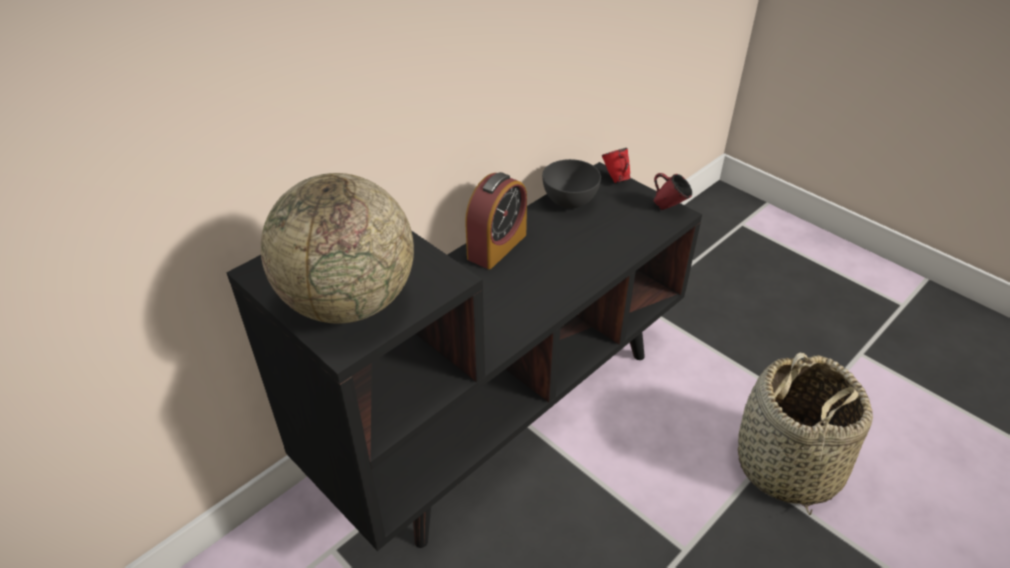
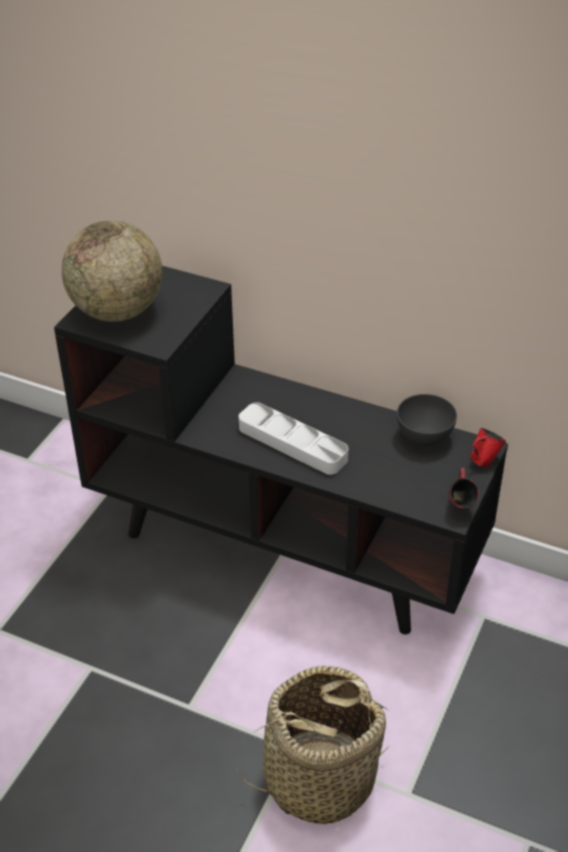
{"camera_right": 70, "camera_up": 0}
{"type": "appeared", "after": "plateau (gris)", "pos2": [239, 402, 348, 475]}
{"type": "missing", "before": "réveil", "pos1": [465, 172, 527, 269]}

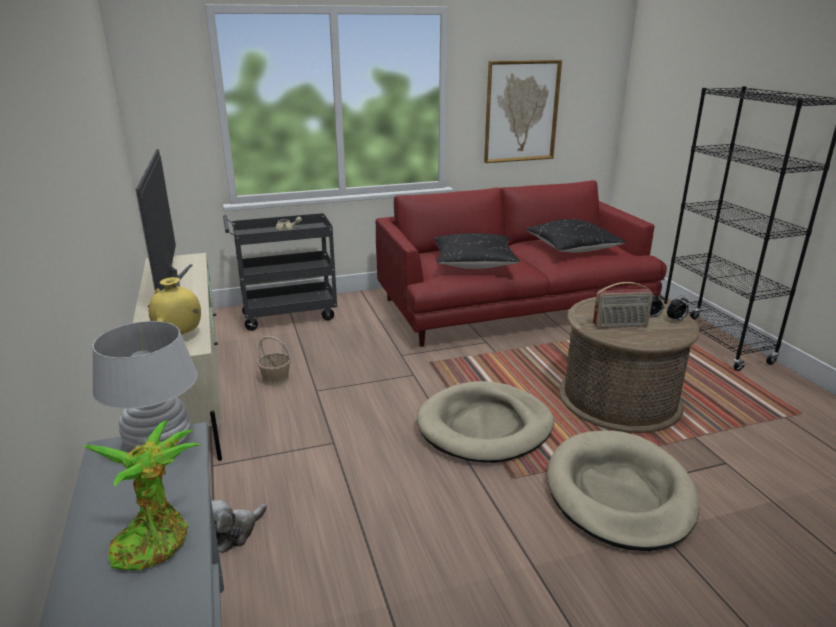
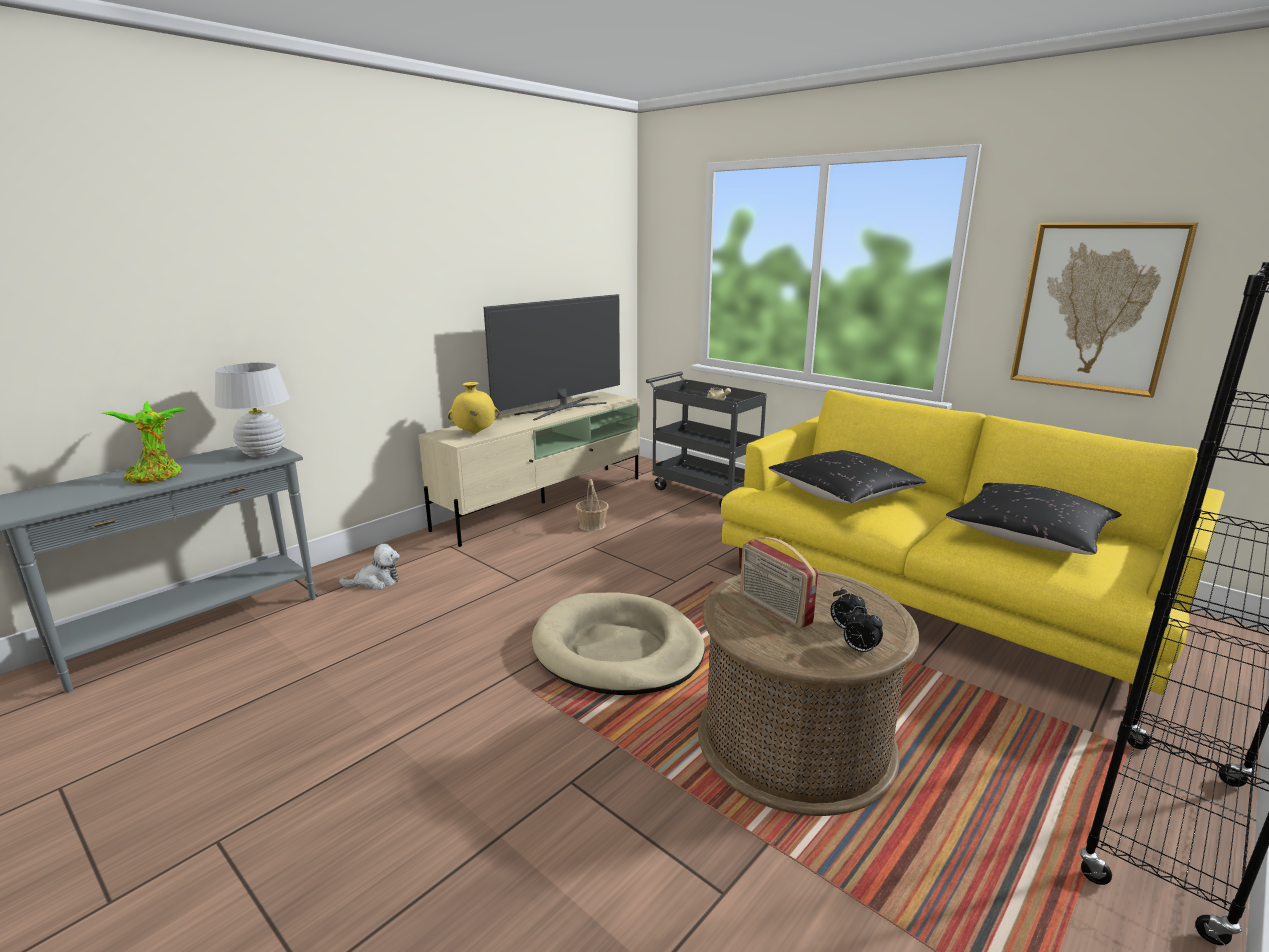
{"camera_right": 60, "camera_up": -5}
{"type": "spun", "before": "peluche", "pos1": [211, 500, 267, 553], "pos2": [339, 544, 400, 590], "turn": 150}
{"type": "colour", "before": "canapé (rouge)", "after": "canapé (jaune)", "pos1": [376, 180, 667, 347], "pos2": [721, 390, 1225, 706]}
{"type": "missing", "before": "panier pour chien (beige)", "pos1": [547, 430, 700, 551]}

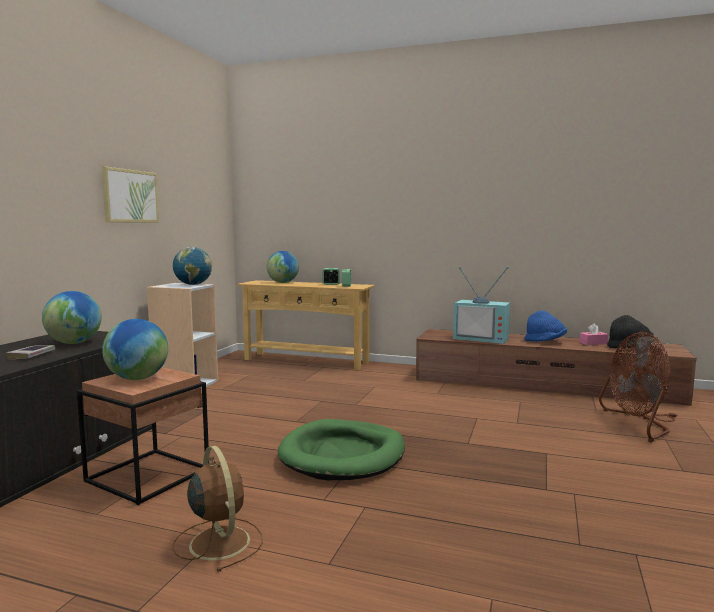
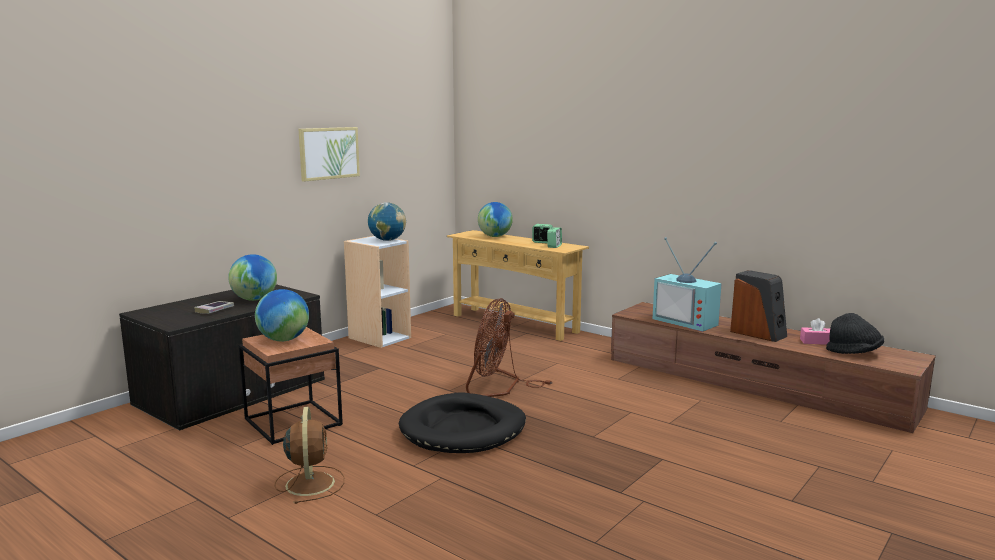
{"camera_right": 20, "camera_up": 5}
{"type": "colour", "before": "panier pour chien (vert)", "after": "panier pour chien (noir)", "pos1": [278, 419, 405, 480], "pos2": [399, 393, 526, 453]}
{"type": "relocated", "before": "ventilateur (marron)", "pos1": [599, 332, 677, 442], "pos2": [466, 298, 552, 397]}
{"type": "exchanged", "before": "chapeau (bleu)", "after": "enceinte", "pos1": [525, 310, 567, 342], "pos2": [730, 270, 787, 342]}

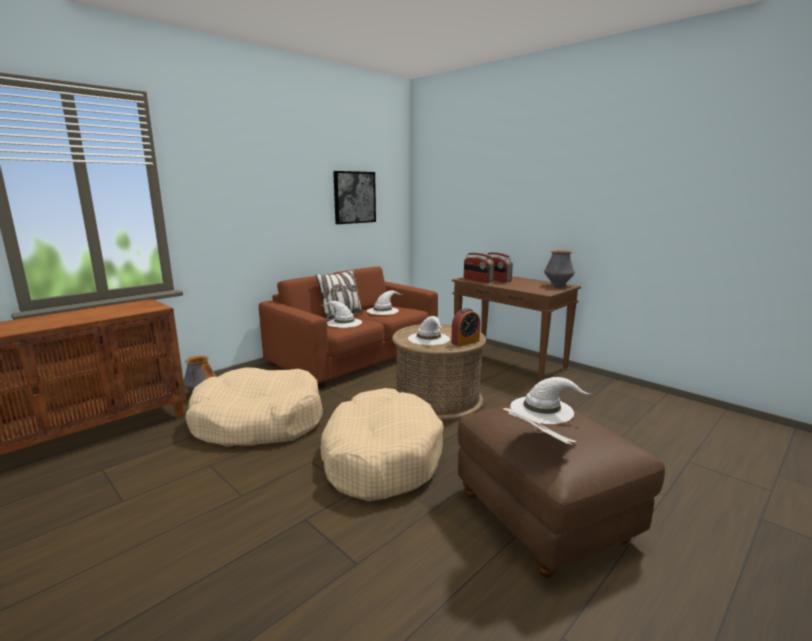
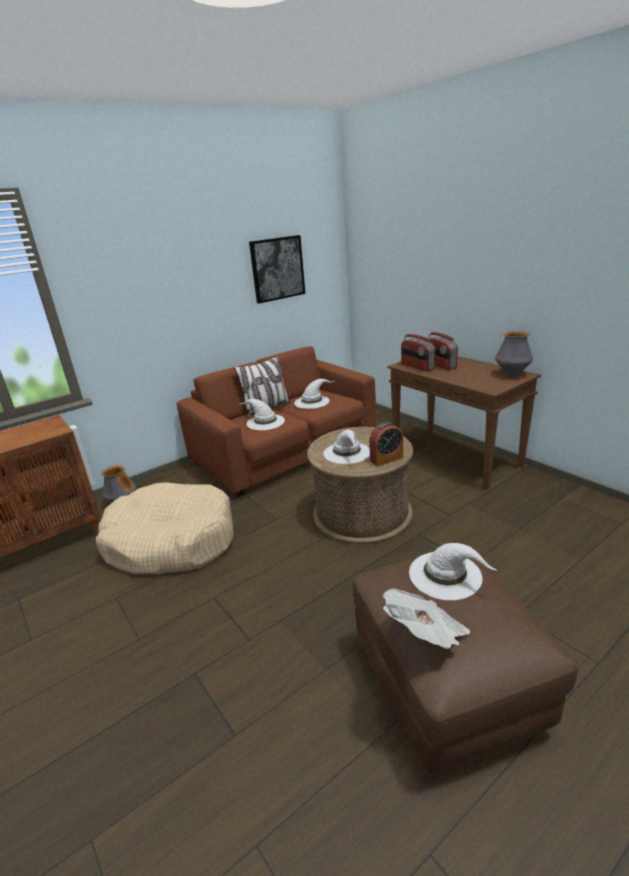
{"camera_right": 10, "camera_up": 10}
{"type": "missing", "before": "panier pour chien (beige)", "pos1": [320, 388, 444, 501]}

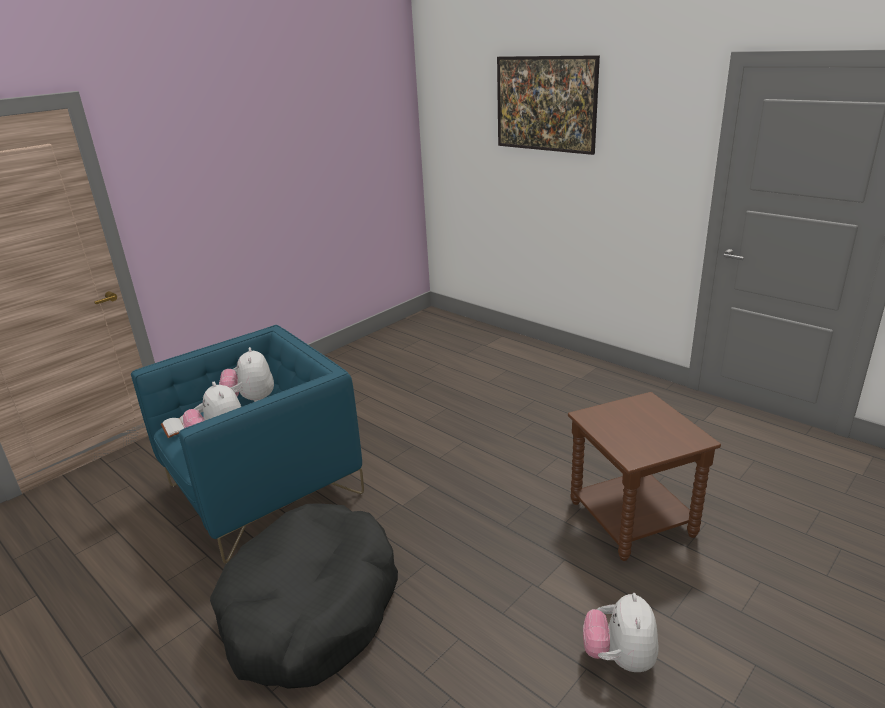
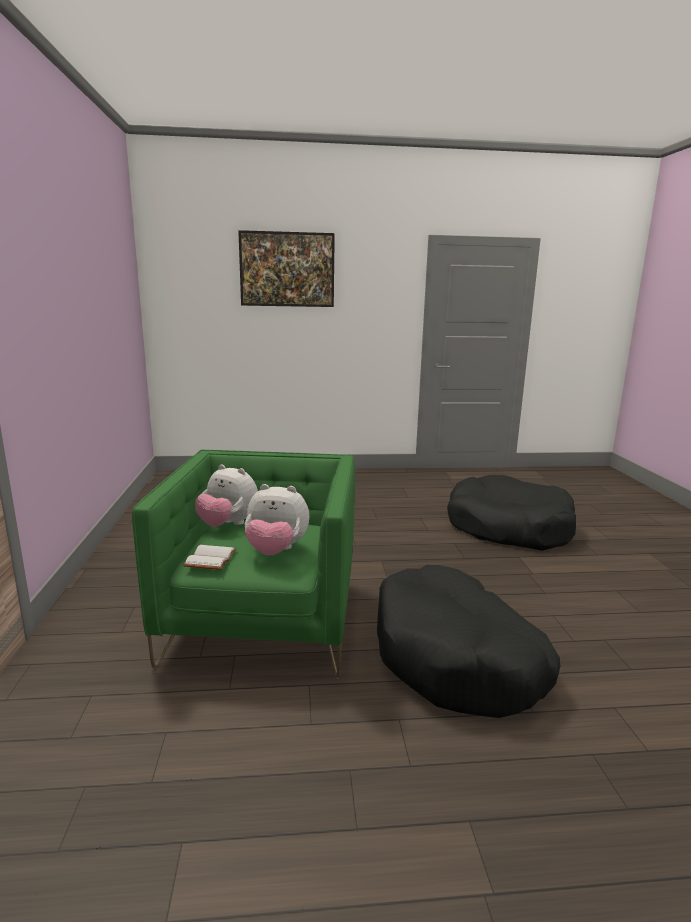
{"camera_right": -50, "camera_up": -10}
{"type": "colour", "before": "fauteuil (bleu)", "after": "fauteuil (vert)", "pos1": [131, 325, 364, 564], "pos2": [132, 450, 355, 679]}
{"type": "exchanged", "before": "table d'appoint (marron)", "after": "panier pour chien (noir)", "pos1": [568, 392, 721, 561], "pos2": [447, 475, 576, 551]}
{"type": "missing", "before": "peluche", "pos1": [583, 593, 659, 672]}

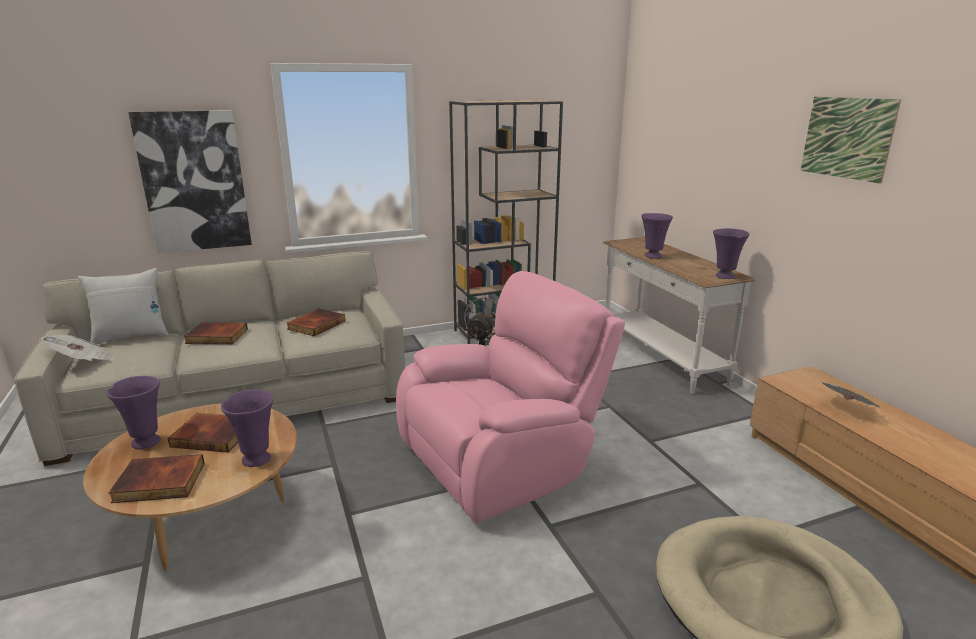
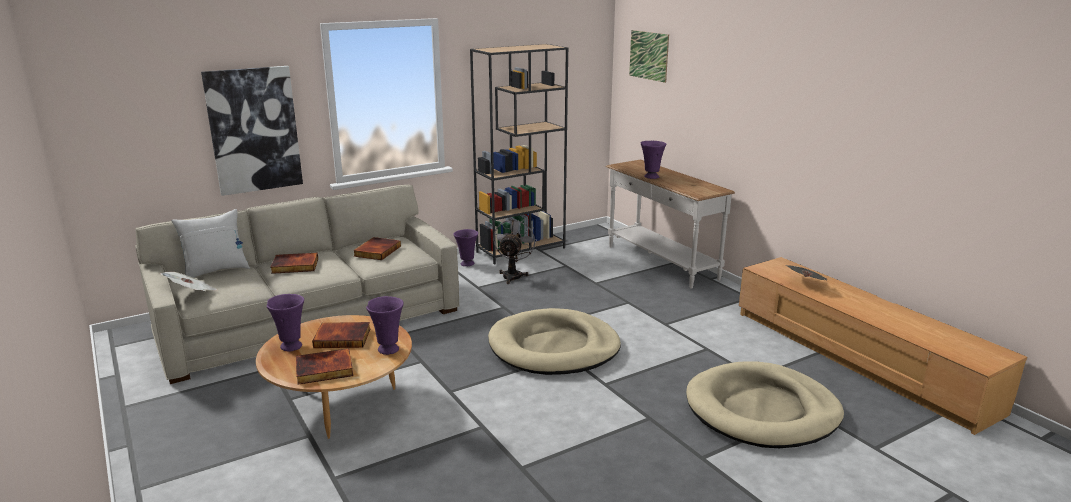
{"camera_right": -10, "camera_up": 0}
{"type": "relocated", "before": "vase (violet)", "pos1": [713, 228, 750, 279], "pos2": [453, 229, 478, 266]}
{"type": "exchanged", "before": "fauteuil (rose)", "after": "panier pour chien (beige)", "pos1": [396, 271, 625, 523], "pos2": [488, 308, 621, 375]}
{"type": "relocated", "before": "tableau", "pos1": [800, 97, 901, 184], "pos2": [629, 30, 669, 83]}

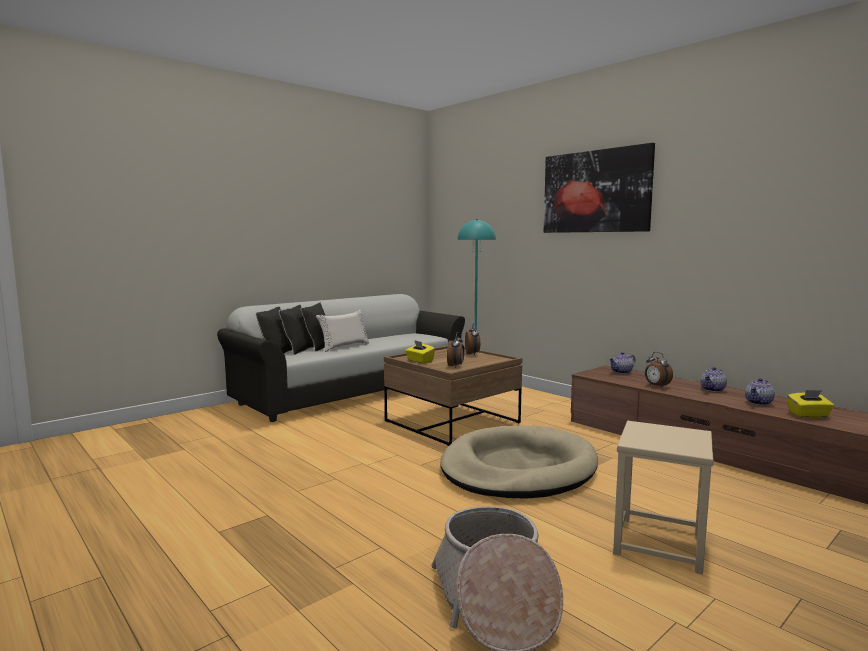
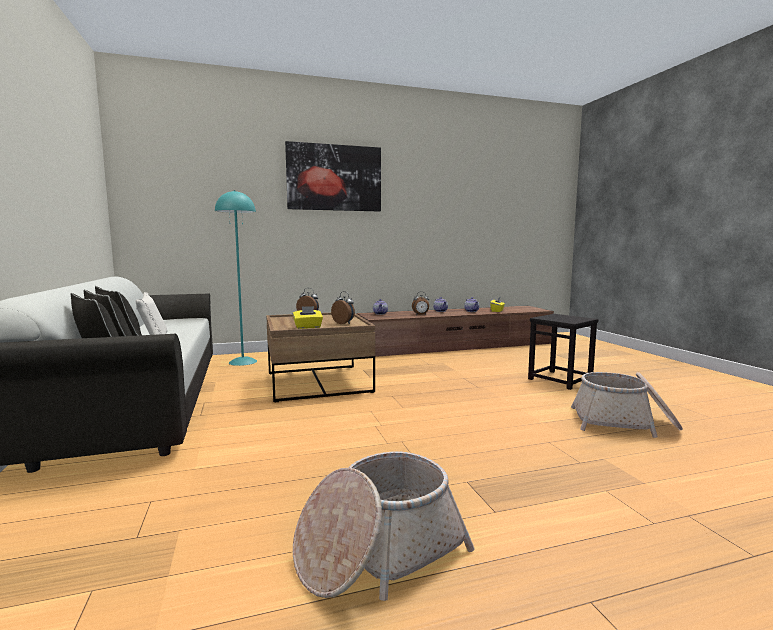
{"camera_right": -65, "camera_up": 0}
{"type": "appeared", "after": "panier", "pos2": [293, 451, 474, 601]}
{"type": "colour", "before": "tabouret (beige)", "after": "tabouret (noir)", "pos1": [613, 421, 714, 574], "pos2": [528, 314, 598, 390]}
{"type": "missing", "before": "panier pour chien (beige)", "pos1": [440, 426, 598, 499]}

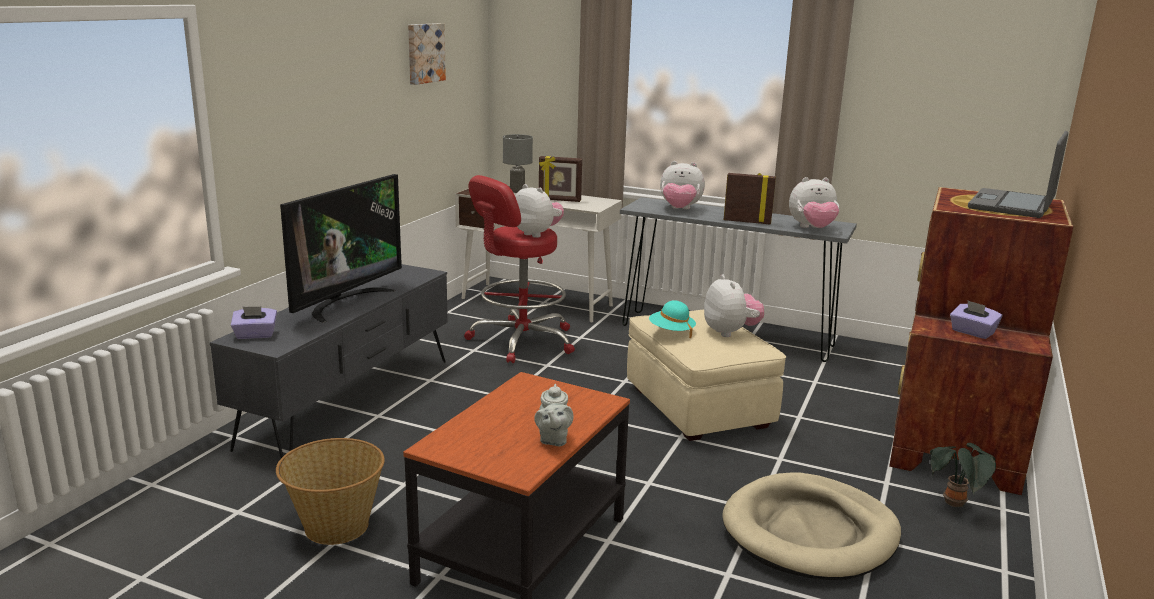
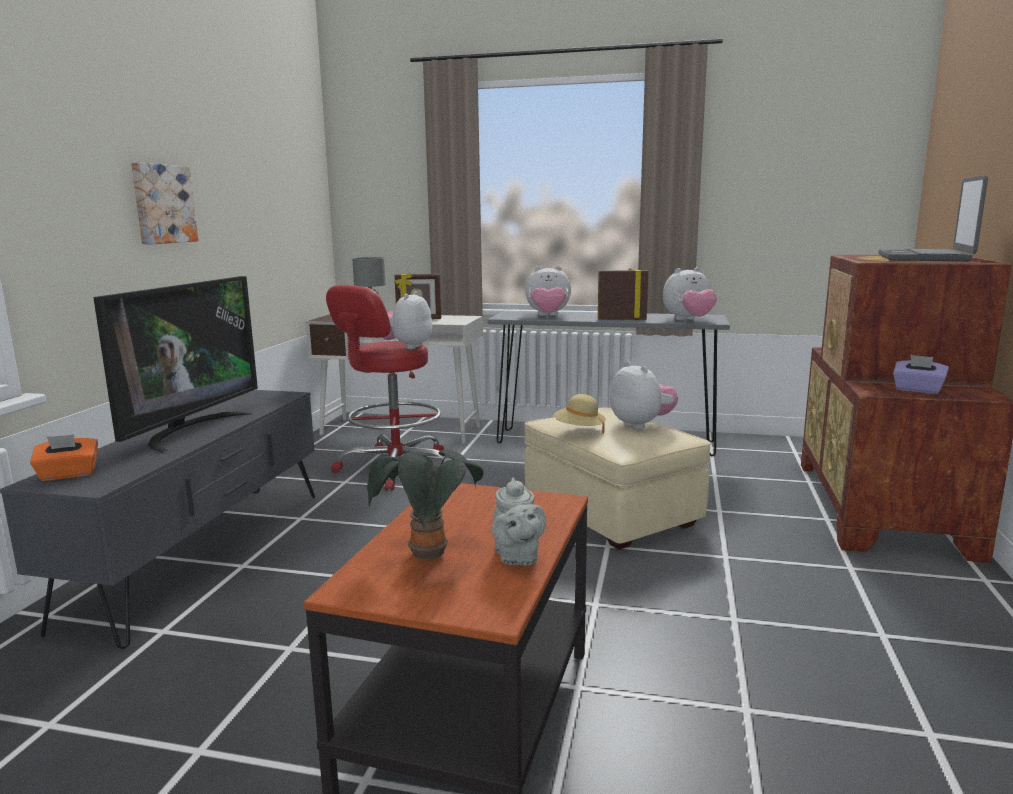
{"camera_right": -10, "camera_up": -5}
{"type": "colour", "before": "boîte à mouchoirs (violet)", "after": "boîte à mouchoirs (orange)", "pos1": [231, 306, 277, 339], "pos2": [30, 434, 98, 481]}
{"type": "relocated", "before": "tableau", "pos1": [408, 23, 446, 85], "pos2": [131, 162, 198, 245]}
{"type": "relocated", "before": "plante en pot", "pos1": [930, 443, 996, 507], "pos2": [367, 450, 483, 560]}
{"type": "spun", "before": "peluche", "pos1": [515, 184, 564, 238], "pos2": [382, 291, 432, 349], "turn": -105}
{"type": "colour", "before": "chapeau (turquoise)", "after": "chapeau (beige)", "pos1": [649, 300, 696, 338], "pos2": [554, 394, 606, 434]}
{"type": "missing", "before": "panier", "pos1": [276, 438, 385, 545]}
{"type": "missing", "before": "panier pour chien (beige)", "pos1": [722, 472, 901, 580]}

